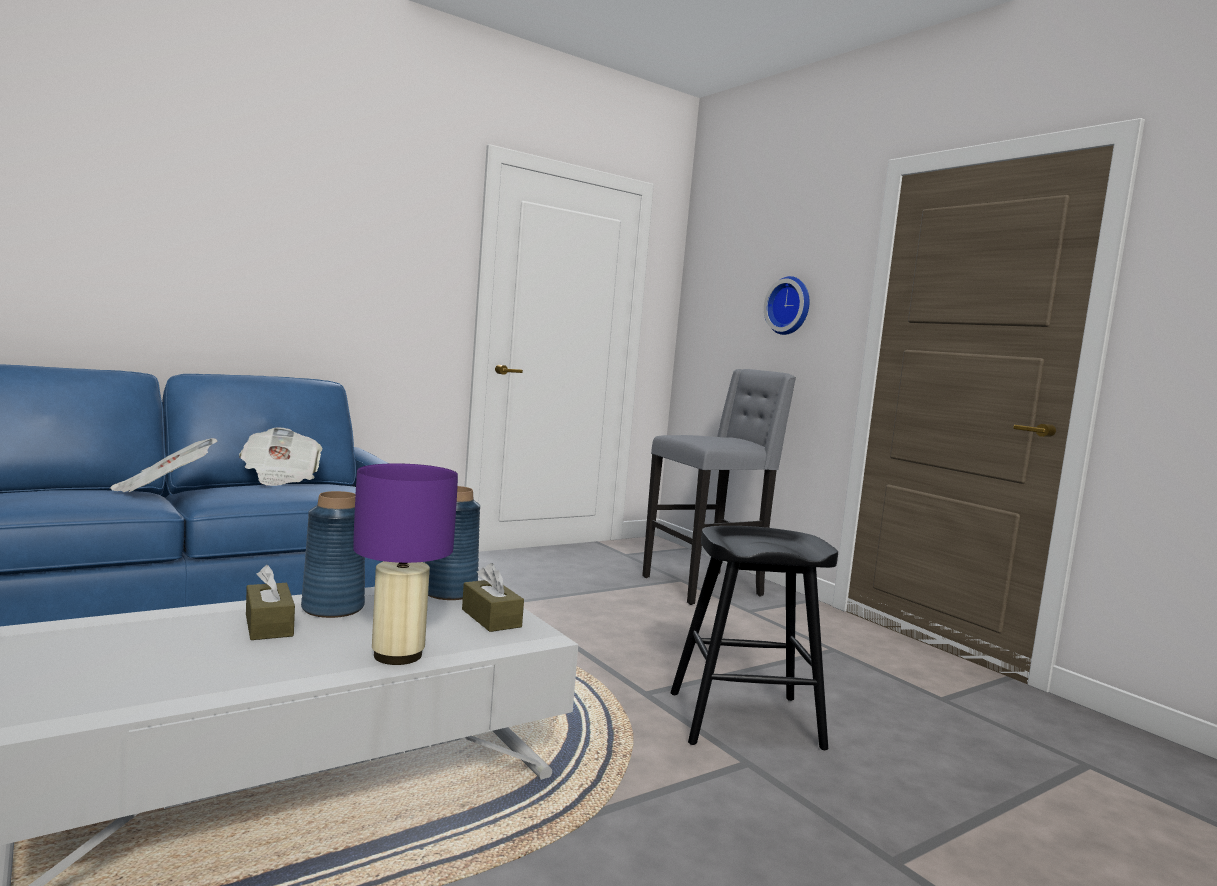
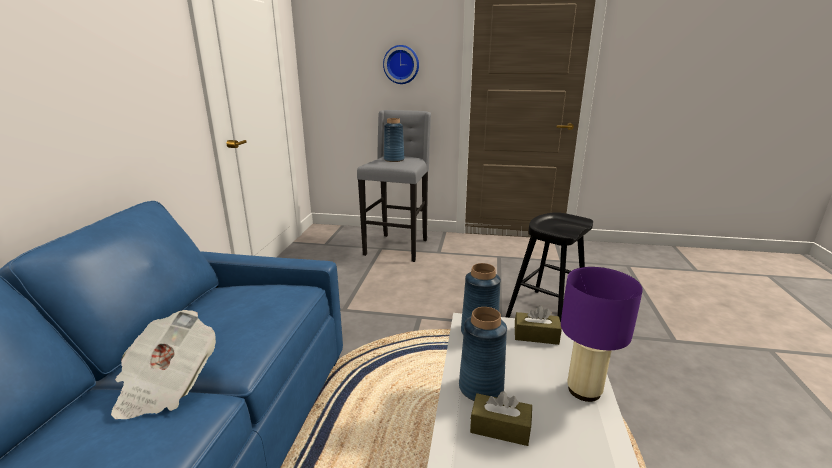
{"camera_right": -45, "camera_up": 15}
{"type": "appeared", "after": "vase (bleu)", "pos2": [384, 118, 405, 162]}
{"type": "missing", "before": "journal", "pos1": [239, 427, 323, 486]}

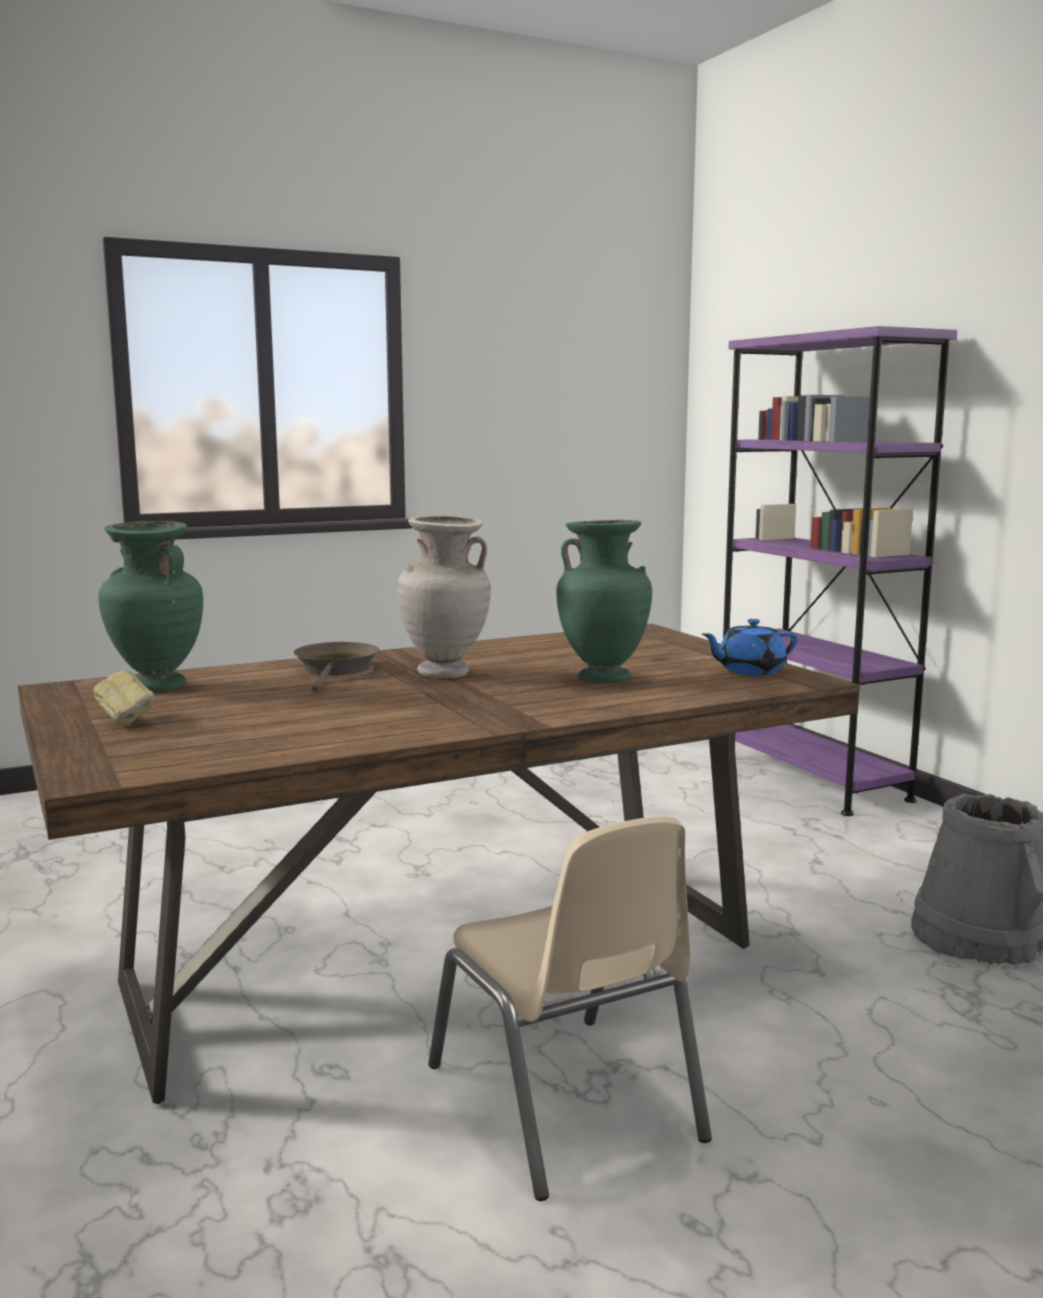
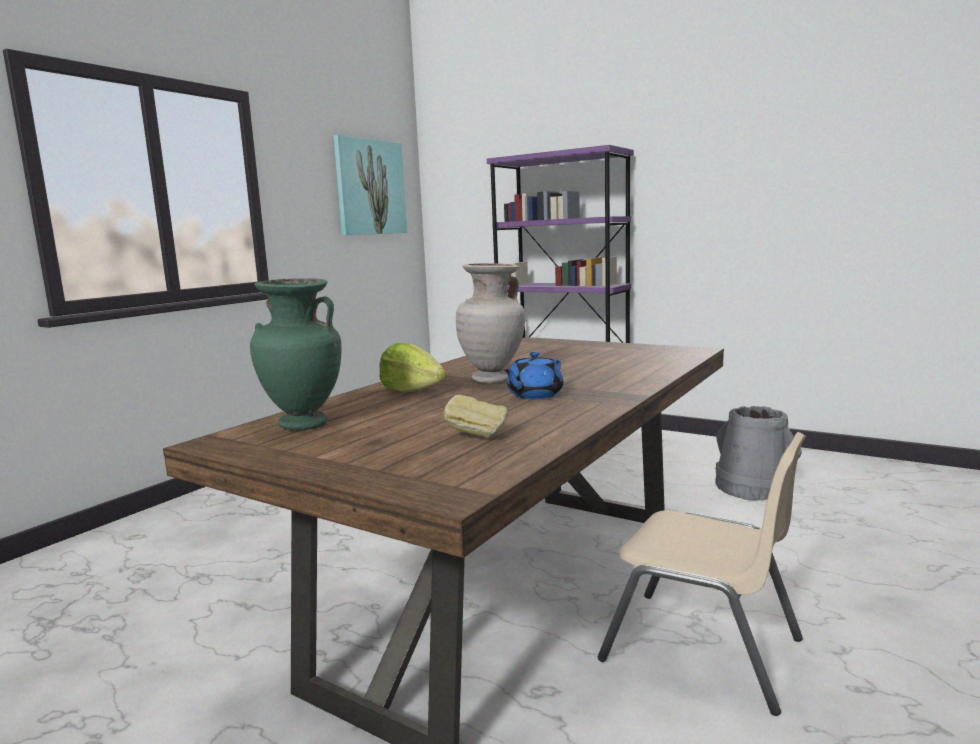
{"camera_right": -30, "camera_up": 0}
{"type": "appeared", "after": "tableau", "pos2": [334, 135, 407, 235]}
{"type": "exchanged", "before": "poêle (marron)", "after": "laitue", "pos1": [294, 642, 380, 692], "pos2": [379, 343, 446, 392]}
{"type": "relocated", "before": "pain", "pos1": [93, 671, 154, 726], "pos2": [444, 395, 508, 439]}
{"type": "relocated", "before": "théière (bleu)", "pos1": [702, 619, 797, 675], "pos2": [504, 352, 564, 399]}
{"type": "missing", "before": "vase (vert)", "pos1": [556, 520, 652, 683]}

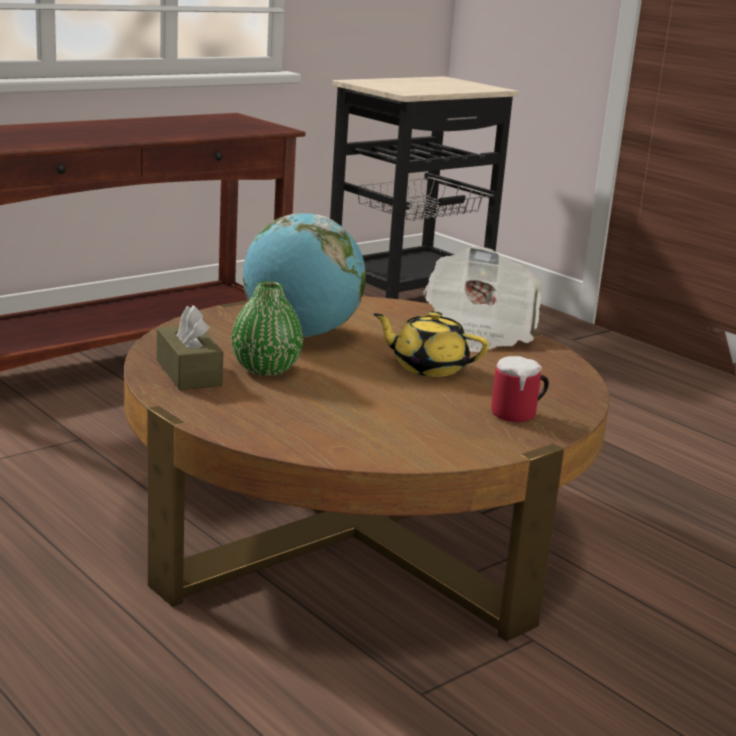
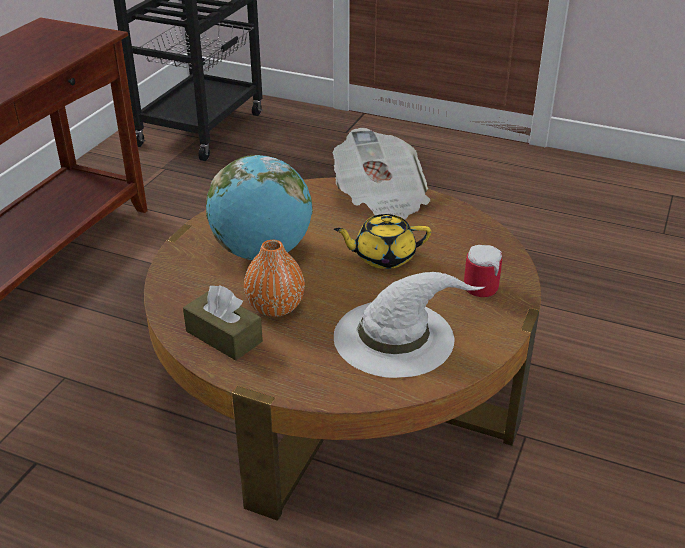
{"camera_right": -25, "camera_up": 15}
{"type": "colour", "before": "vase (vert)", "after": "vase (orange)", "pos1": [232, 281, 303, 376], "pos2": [244, 240, 305, 317]}
{"type": "appeared", "after": "chapeau (blanc)", "pos2": [334, 272, 485, 378]}

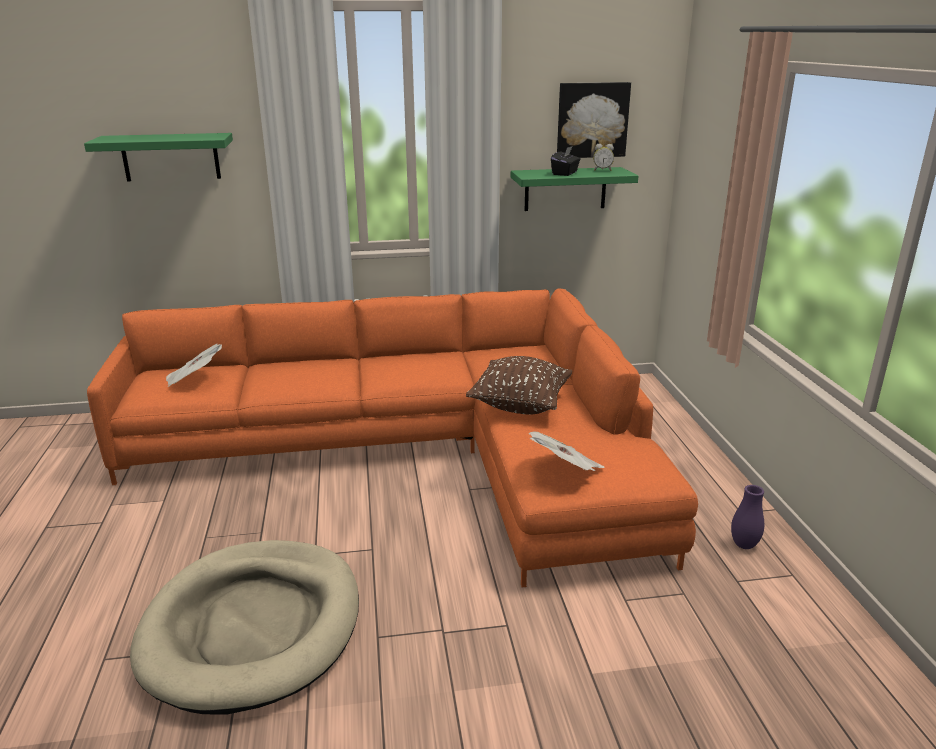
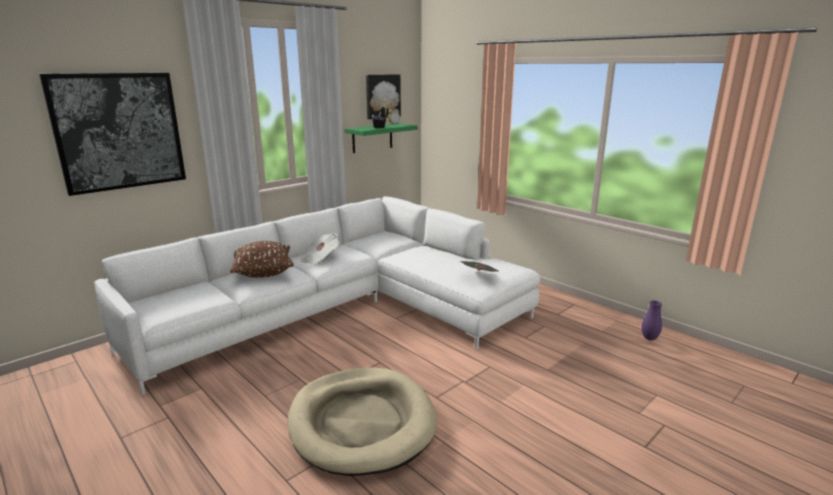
{"camera_right": -35, "camera_up": -5}
{"type": "exchanged", "before": "étagère (vert)", "after": "tableau", "pos1": [84, 133, 233, 181], "pos2": [39, 73, 186, 196]}
{"type": "colour", "before": "canapé (orange)", "after": "canapé (blanc)", "pos1": [87, 289, 698, 587], "pos2": [94, 196, 540, 395]}
{"type": "relocated", "before": "coussin (marron)", "pos1": [466, 356, 572, 415], "pos2": [230, 241, 294, 278]}
{"type": "relocated", "before": "journal", "pos1": [166, 344, 222, 387], "pos2": [300, 233, 340, 264]}
{"type": "relocated", "before": "vase (violet)", "pos1": [731, 485, 764, 549], "pos2": [641, 300, 662, 340]}

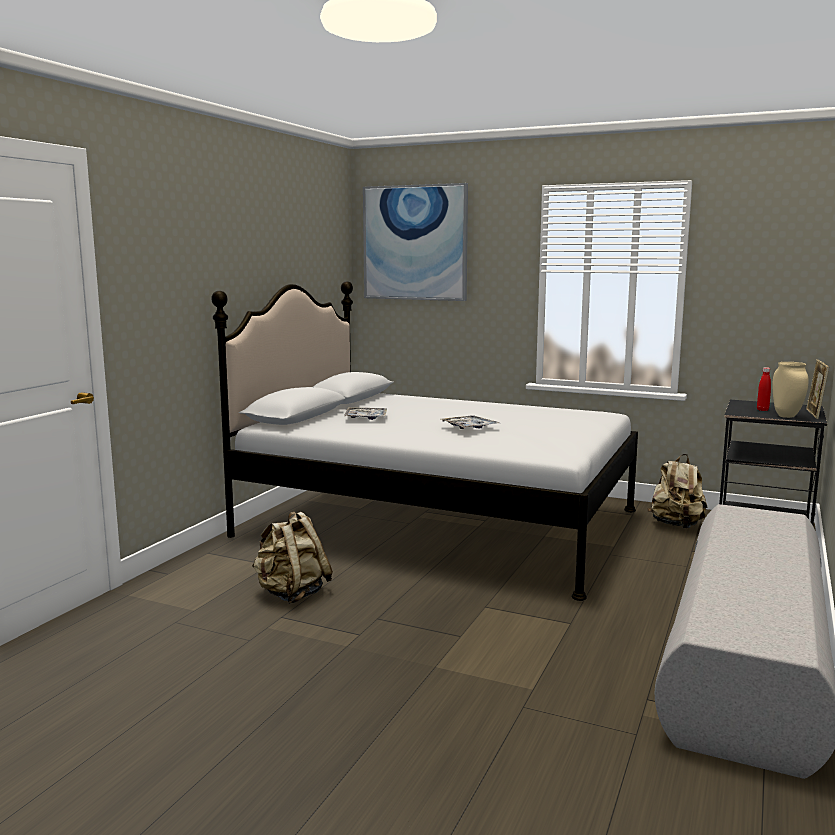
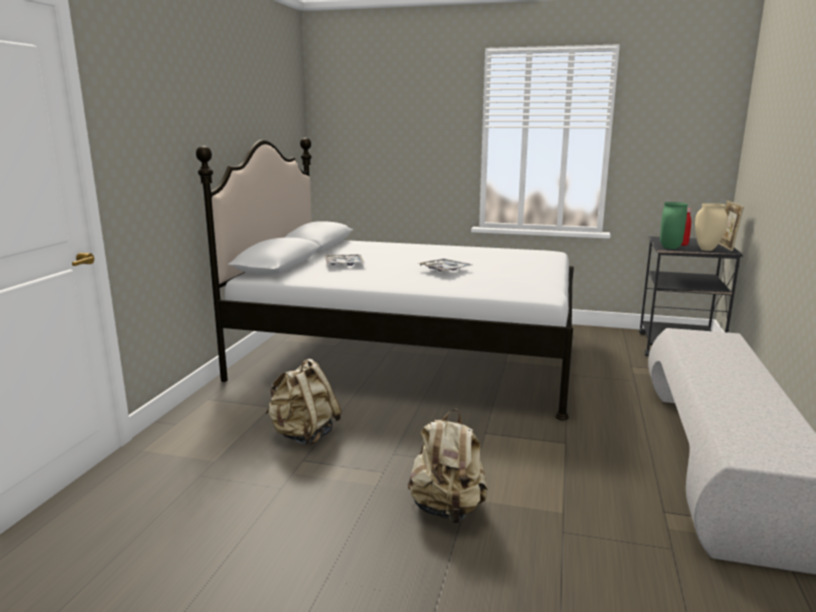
{"camera_right": -10, "camera_up": 5}
{"type": "relocated", "before": "sac à dos (beige)", "pos1": [647, 454, 707, 528], "pos2": [408, 409, 488, 523]}
{"type": "appeared", "after": "vase (vert)", "pos2": [660, 202, 688, 249]}
{"type": "missing", "before": "tableau", "pos1": [363, 183, 468, 301]}

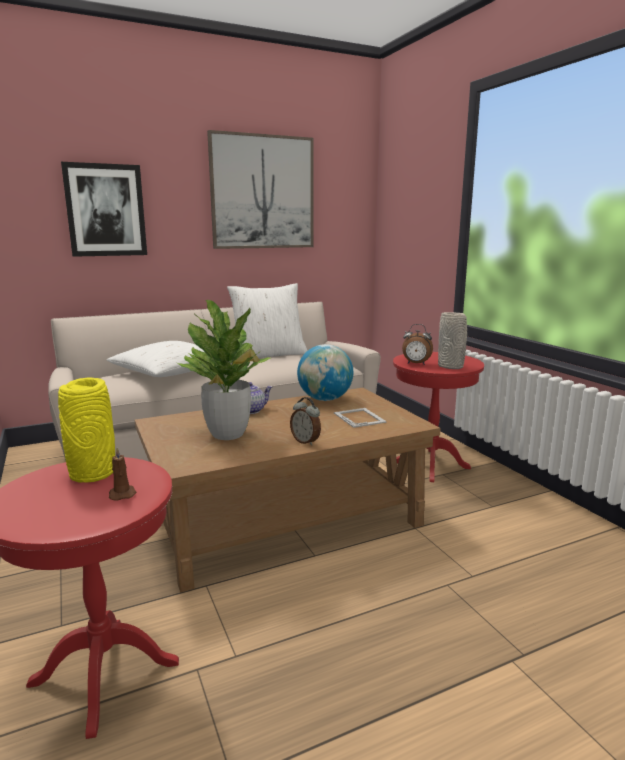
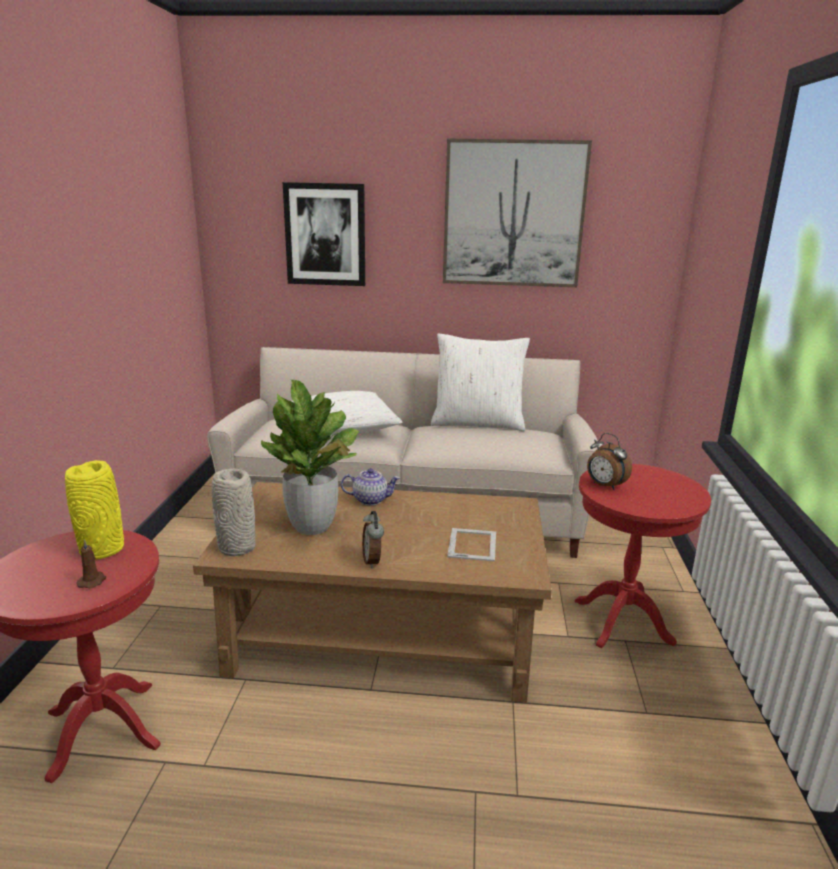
{"camera_right": 30, "camera_up": 5}
{"type": "relocated", "before": "vase (gris)", "pos1": [438, 312, 467, 369], "pos2": [212, 468, 255, 556]}
{"type": "missing", "before": "globe", "pos1": [297, 344, 353, 401]}

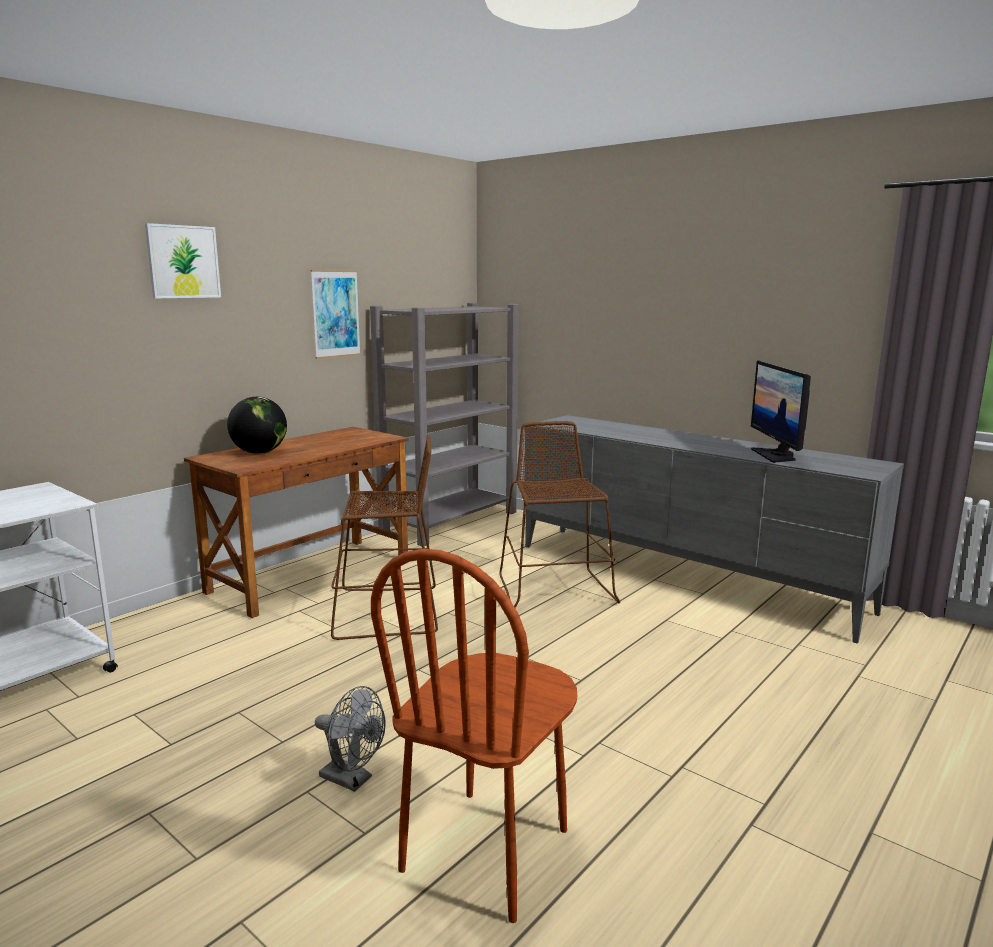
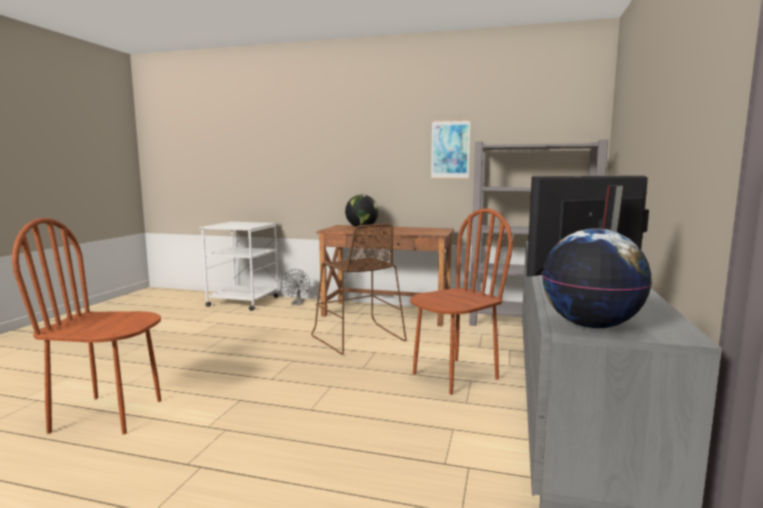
{"camera_right": 65, "camera_up": -5}
{"type": "relocated", "before": "ventilateur (gris)", "pos1": [315, 686, 386, 792], "pos2": [282, 269, 310, 305]}
{"type": "exchanged", "before": "tabouret (marron)", "after": "chaise (marron)", "pos1": [499, 421, 620, 608], "pos2": [410, 208, 513, 395]}
{"type": "appeared", "after": "globe", "pos2": [542, 229, 652, 328]}
{"type": "missing", "before": "tableau", "pos1": [145, 223, 221, 299]}

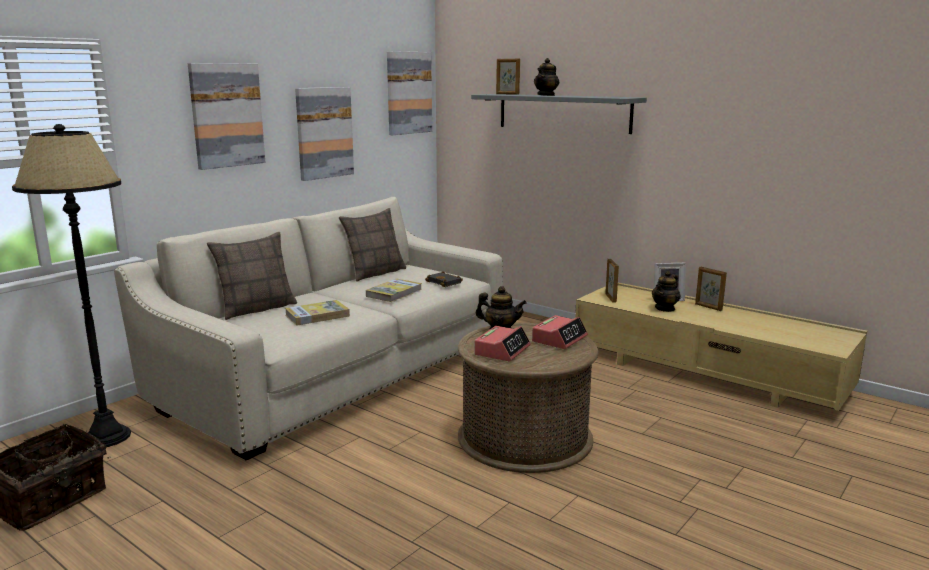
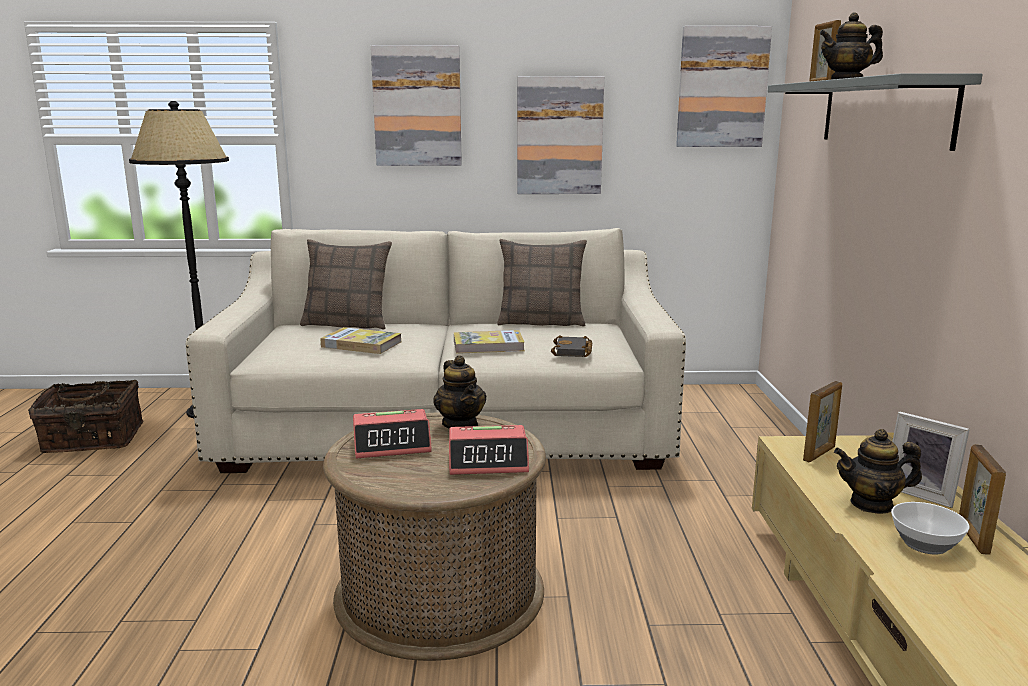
{"camera_right": 50, "camera_up": 0}
{"type": "appeared", "after": "bol", "pos2": [891, 502, 969, 555]}

